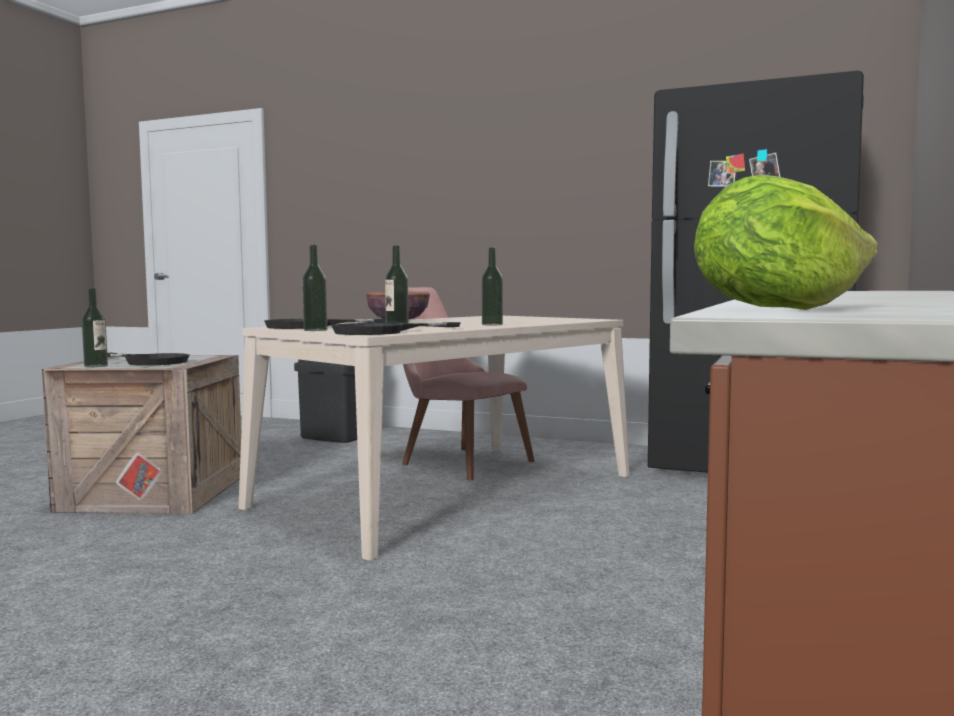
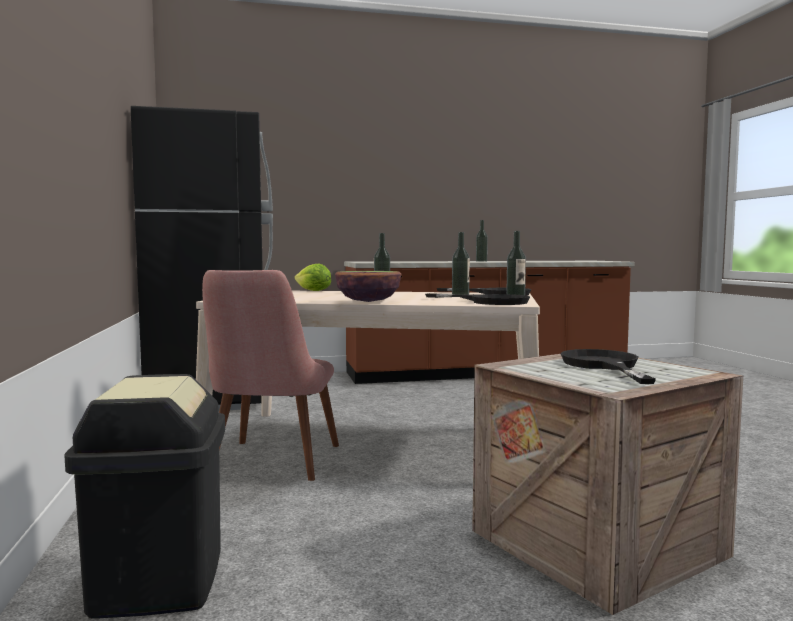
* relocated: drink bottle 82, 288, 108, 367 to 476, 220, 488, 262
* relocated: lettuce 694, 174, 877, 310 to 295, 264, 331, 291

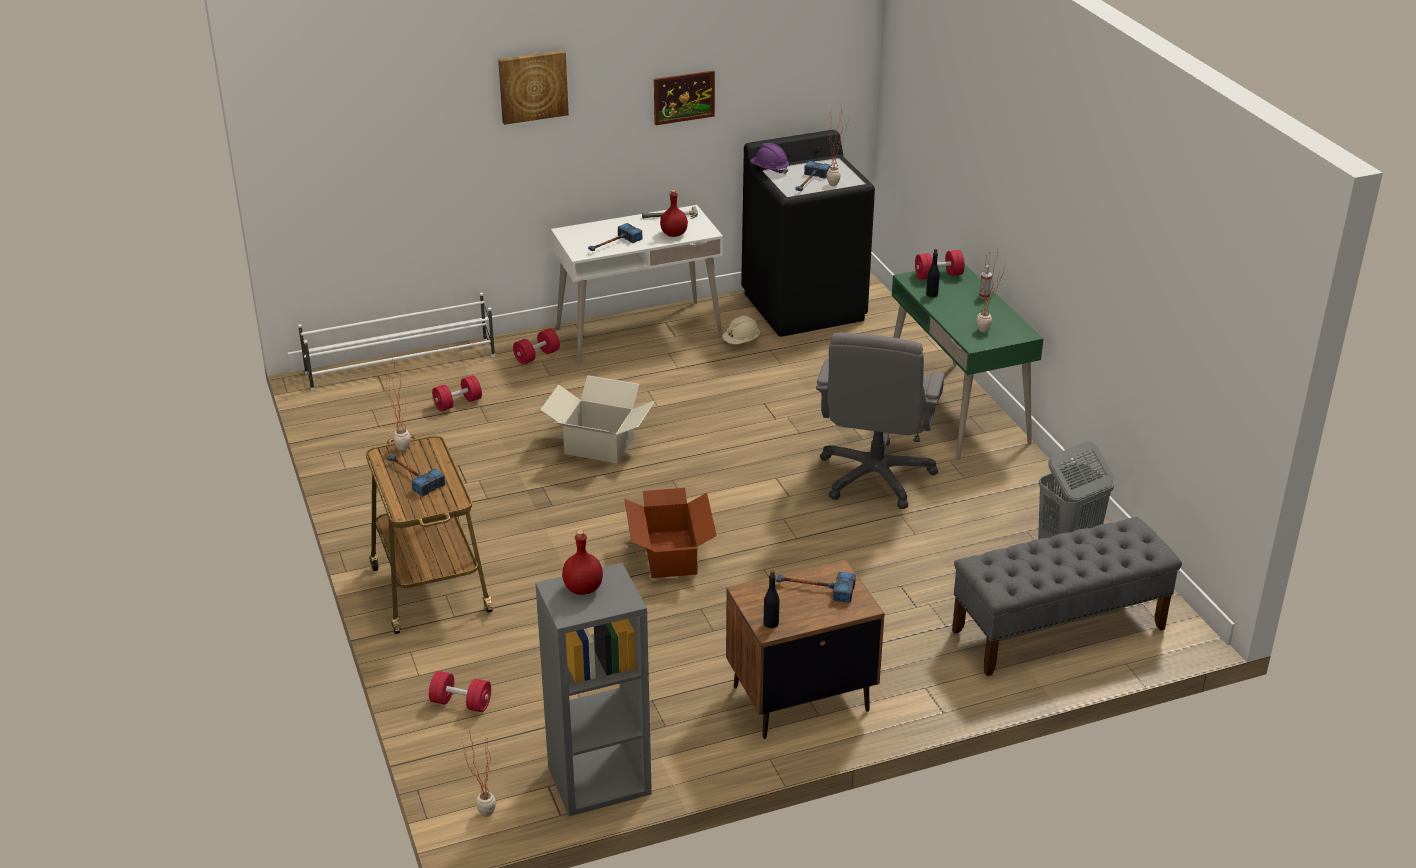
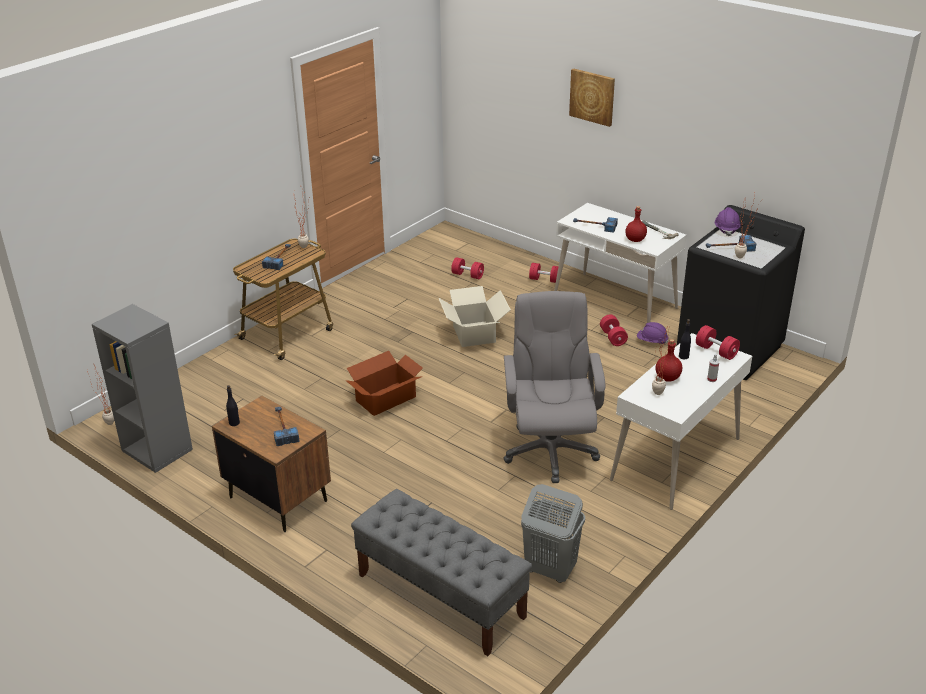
* missing: shoe stand (white-coloured) 298, 293, 495, 391
* missing: wall picture 654, 70, 715, 125
* relocated: hand weight (red-coloured) 429, 671, 491, 712 to 600, 315, 628, 346
* relocated: drink bottle (red-coloured) 562, 530, 603, 595 to 656, 339, 682, 382
* colour: safety helmet (beige) 722, 315, 760, 344 to safety helmet (purplish) 637, 322, 668, 344
* colour: desk table (greenish) 892, 265, 1044, 460 to desk table (white-coloured) 610, 333, 752, 510
* spun: computer chair (gray) 816, 333, 945, 509 = 503, 291, 605, 483 105 degrees clockwise

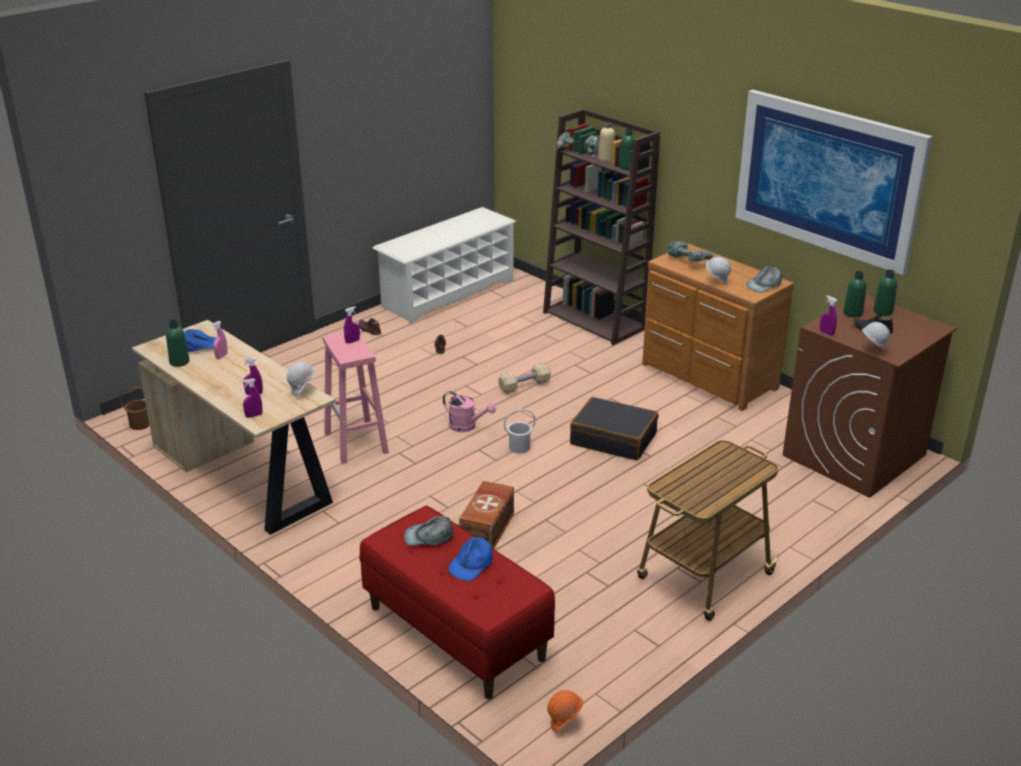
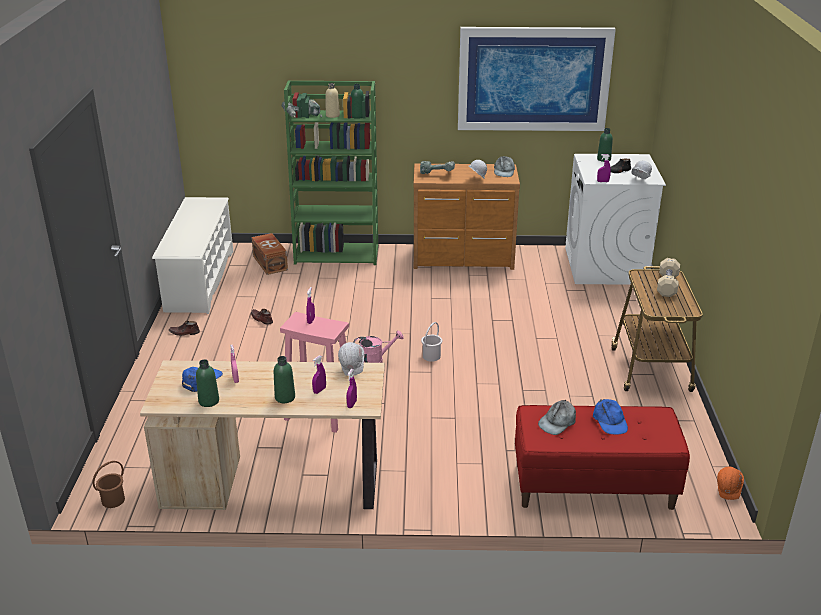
* missing: travel case (blackish) 570, 397, 658, 460
* relocated: storage container (brown) 459, 481, 514, 549 to 251, 233, 288, 275
* relocated: hand weight (beige) 498, 362, 551, 394 to 657, 258, 680, 297
* relocated: drink bottle (greenish) 843, 271, 867, 317 to 274, 356, 295, 403
* colour: bookcase (brown) 543, 109, 660, 345 to bookcase (greenish) 284, 80, 378, 265
* colour: laundry appliance (brown) 783, 295, 957, 498 to laundry appliance (white-coloured) 565, 154, 666, 285

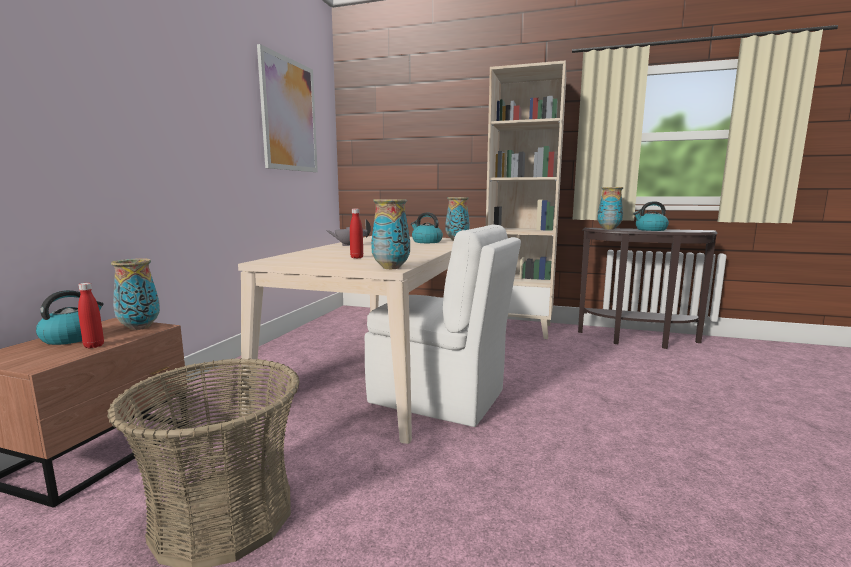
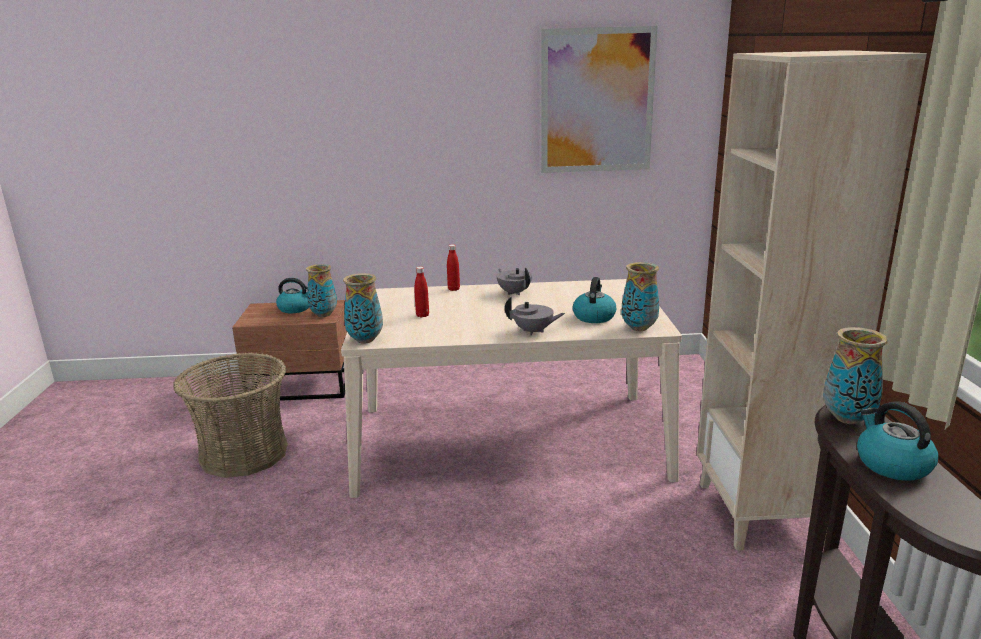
* missing: plain chair (white-coloured) 365, 224, 521, 427
* appeared: teapot (gray) 505, 296, 565, 336
* relocated: drink bottle (red-coloured) 78, 283, 104, 348 to 447, 244, 460, 291

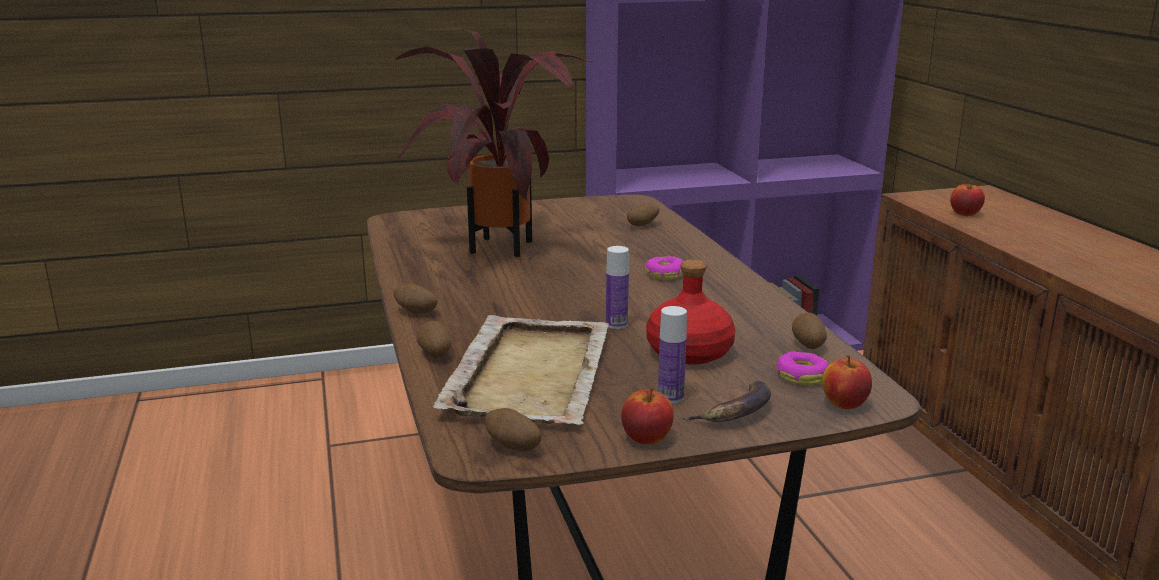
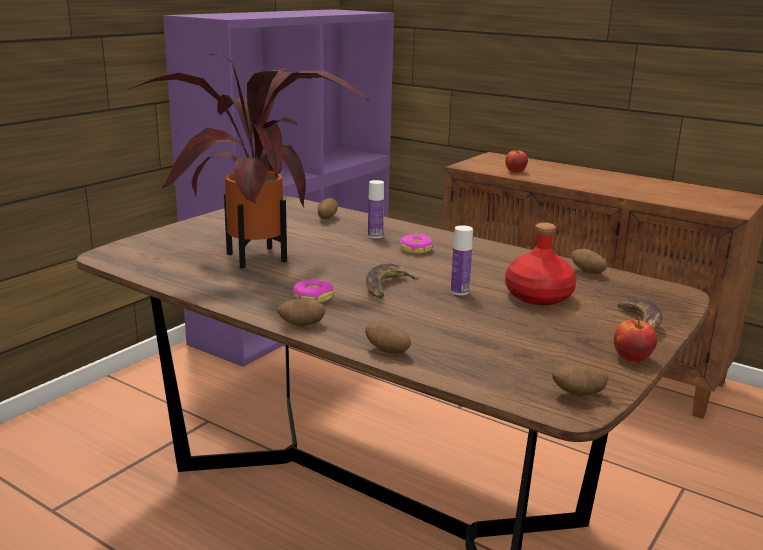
* missing: carrying tray (beige) 433, 315, 609, 425
* missing: apple 822, 355, 872, 409
* appeared: whole banana 366, 263, 419, 298
* relocated: drink bottle 658, 306, 687, 404 to 368, 180, 384, 238
* relocated: ring doughnut 776, 352, 829, 385 to 293, 279, 333, 303

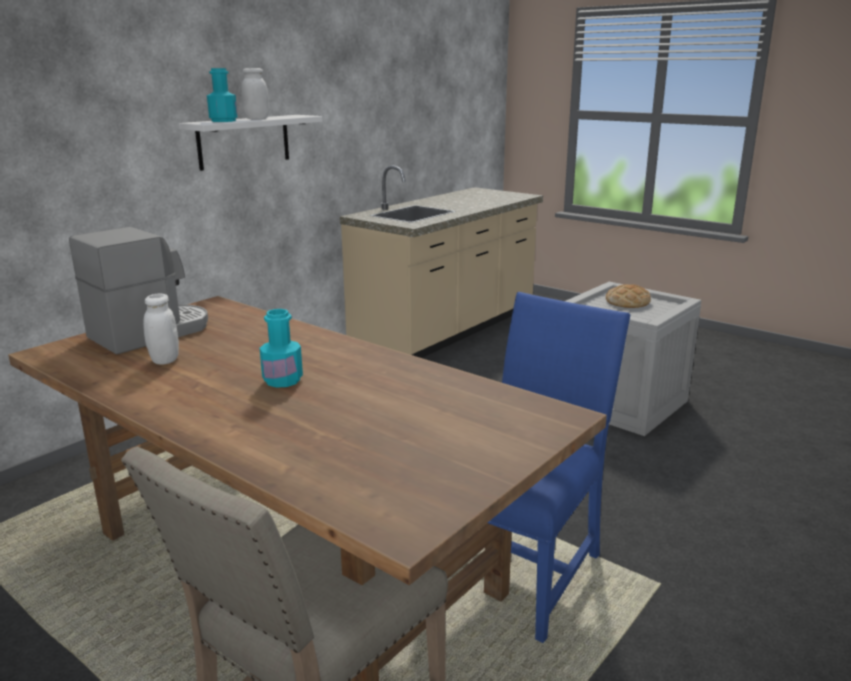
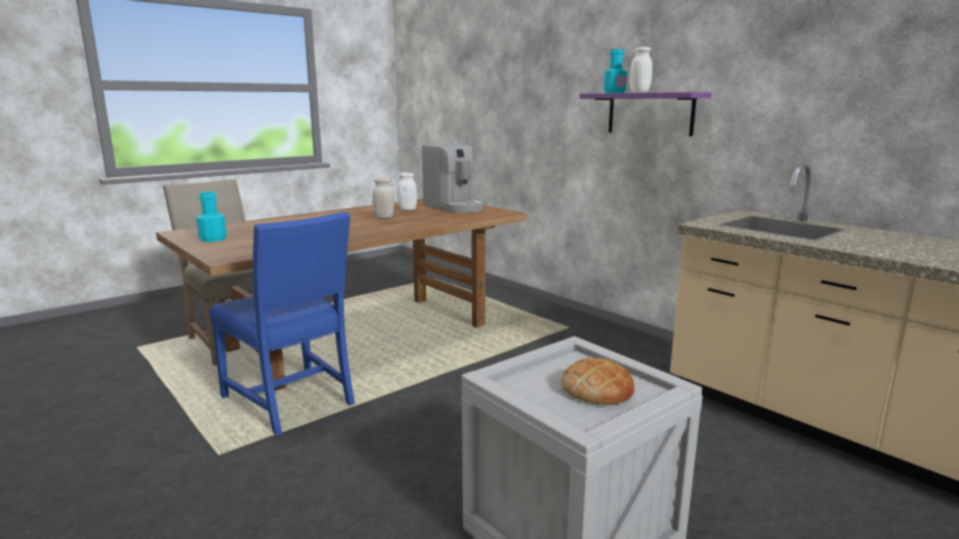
* appeared: preserve jar (white-coloured) 373, 178, 394, 218
* relocated: drink bottle (blue-green) 260, 309, 303, 388 to 196, 192, 227, 242
* colour: wall shelf (white-coloured) 179, 115, 322, 171 to wall shelf (purplish) 579, 92, 712, 136

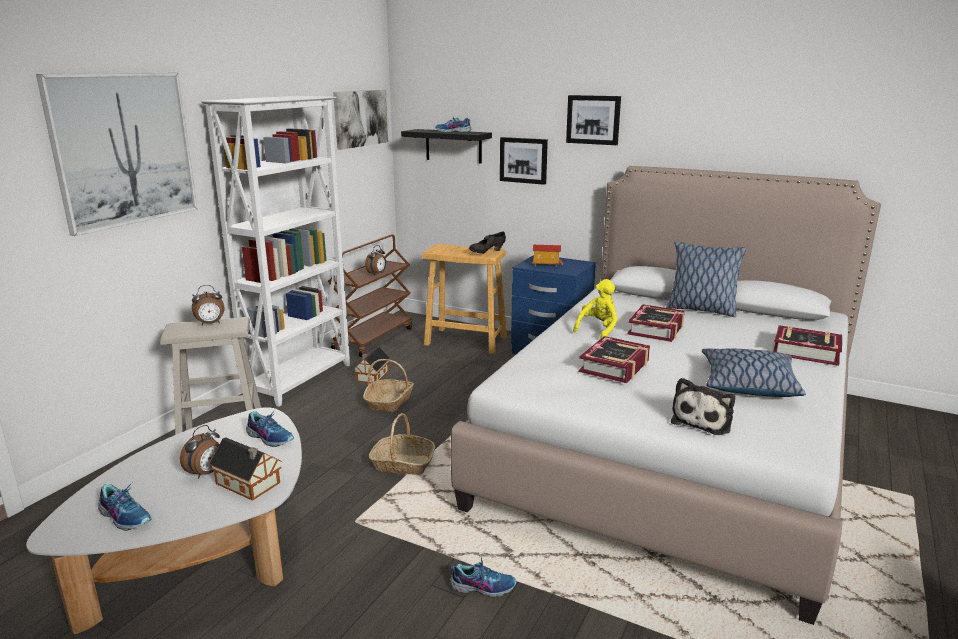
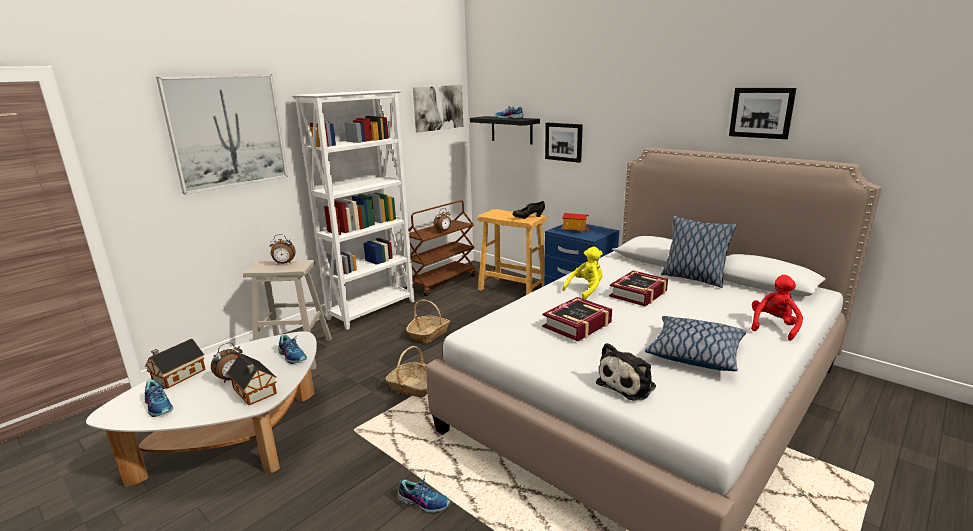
* relocated: toy house 355, 347, 390, 383 to 145, 339, 206, 389
* relocated: wall picture 566, 95, 621, 145 to 729, 88, 796, 139
* exchanged: volume 773, 325, 842, 366 to plush toy (red-coloured) 751, 275, 803, 341

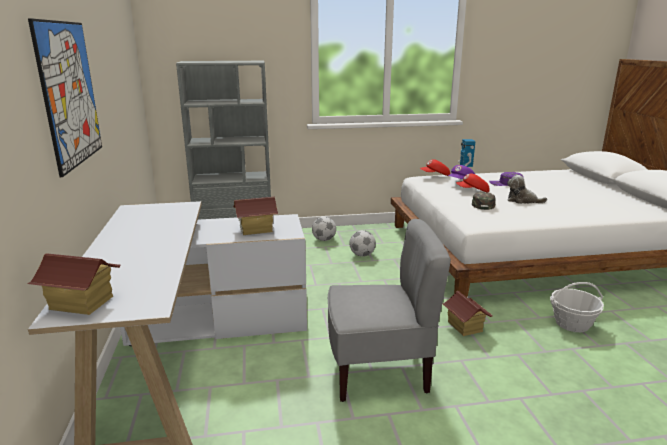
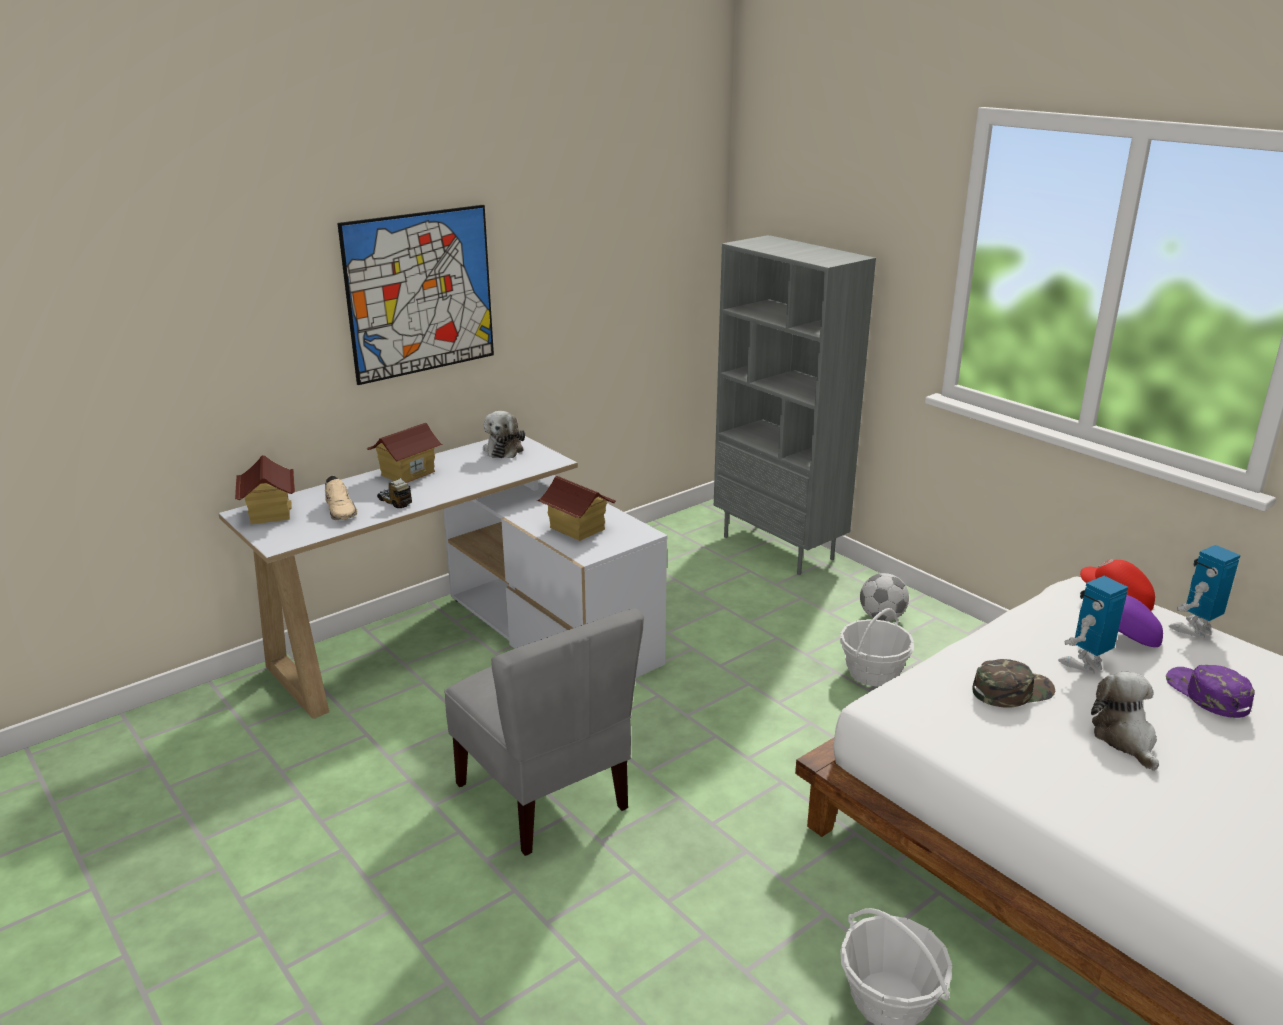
* appeared: item of footwear (beige) 324, 476, 358, 520
* appeared: toy lorry 377, 478, 412, 508
* appeared: plush toy 483, 411, 525, 458
* relocated: toy house 442, 291, 493, 336 to 367, 423, 443, 483
* exchanged: football ball 349, 230, 376, 257 to storage basket 840, 608, 914, 687
* exchanged: cap (red-coloured) 456, 174, 490, 192 to robot figure 1058, 576, 1128, 674

